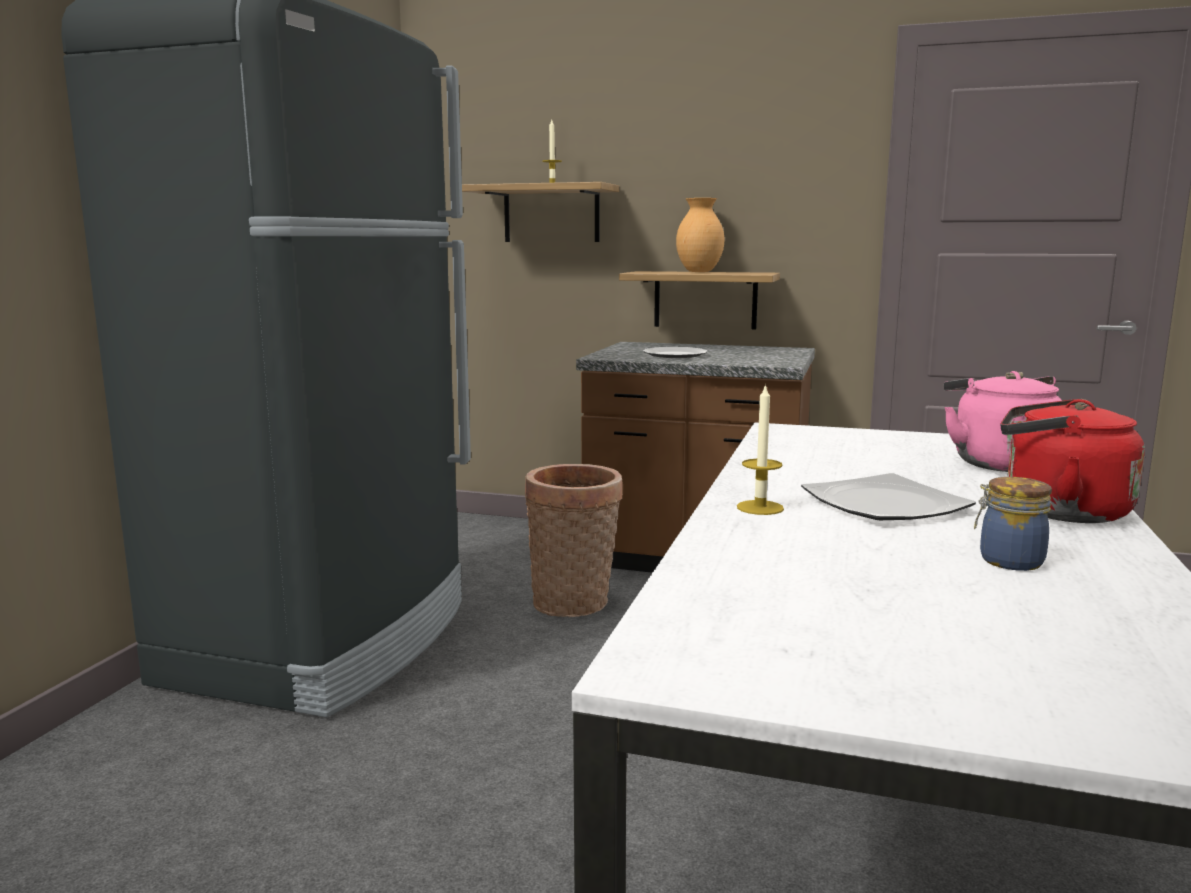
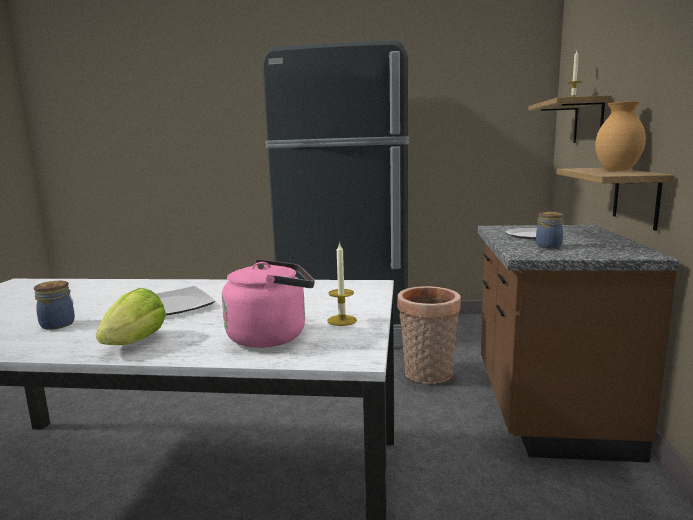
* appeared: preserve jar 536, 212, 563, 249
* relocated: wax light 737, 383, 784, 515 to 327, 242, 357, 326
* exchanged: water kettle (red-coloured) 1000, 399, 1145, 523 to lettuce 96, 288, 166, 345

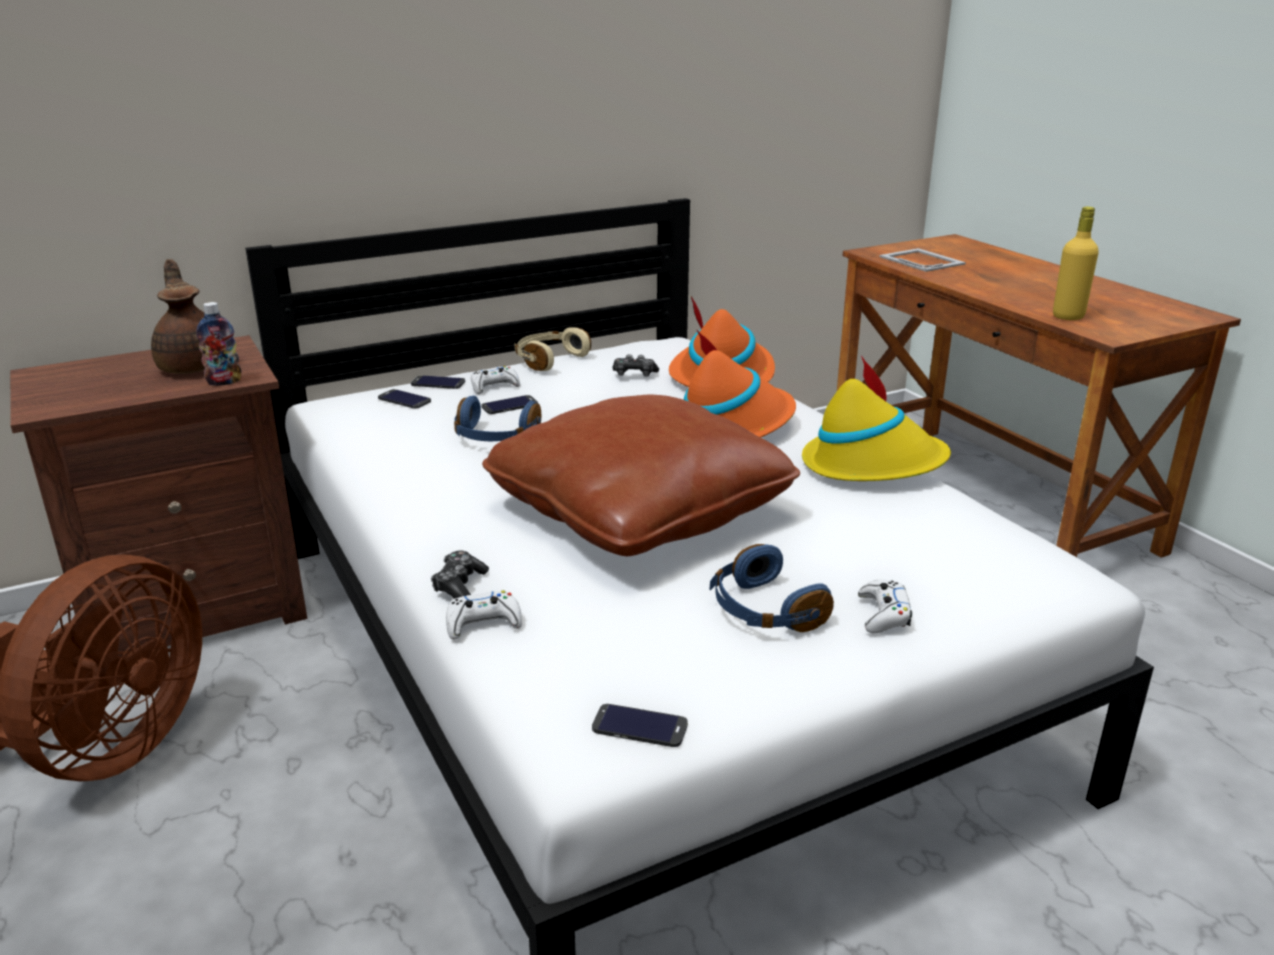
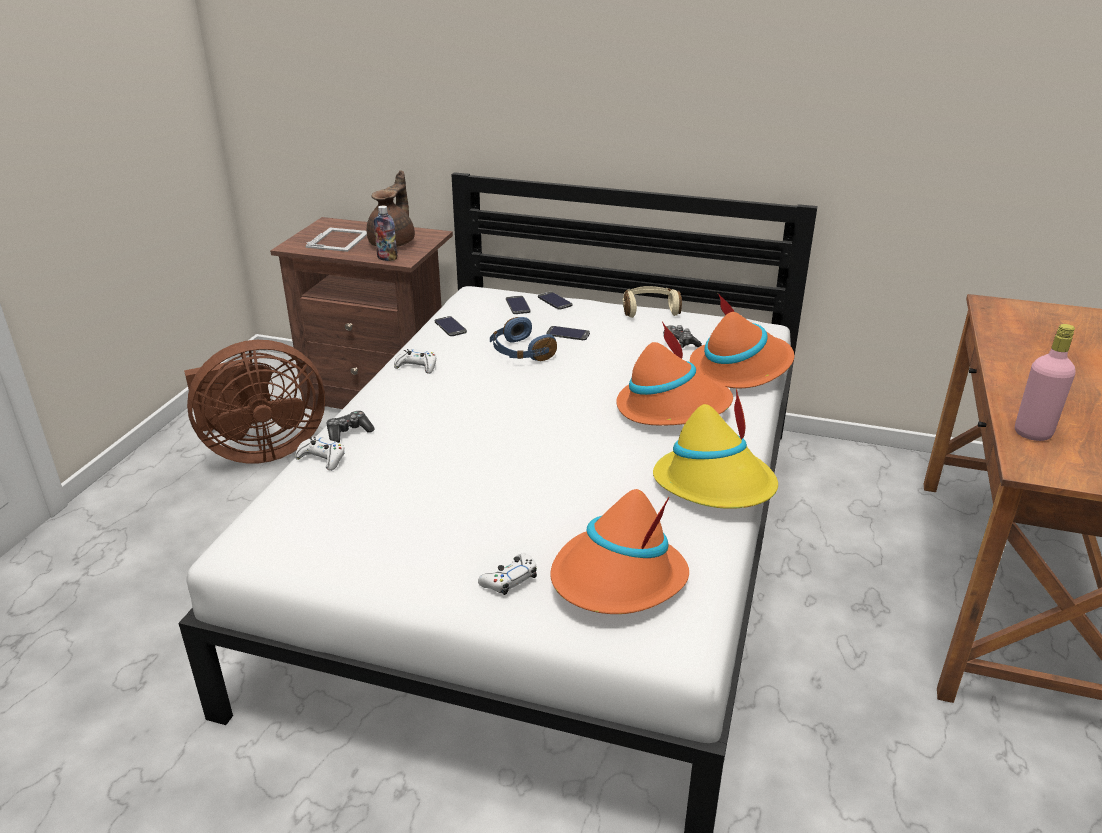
* missing: cushion (brown) 482, 395, 800, 556
* missing: headset (blue-coloured) 709, 544, 834, 632
* appeared: clothing hat (orange) 551, 489, 689, 614
* relocated: game controller (white-coloured) 471, 366, 520, 394 to 394, 349, 436, 374
* relocated: telephone 592, 704, 688, 747 to 435, 316, 467, 336
* relocated: picture frame 879, 248, 966, 272 to 305, 228, 367, 252
* colour: drink bottle (yellow) 1053, 207, 1099, 320 to drink bottle (pink) 1015, 324, 1076, 441

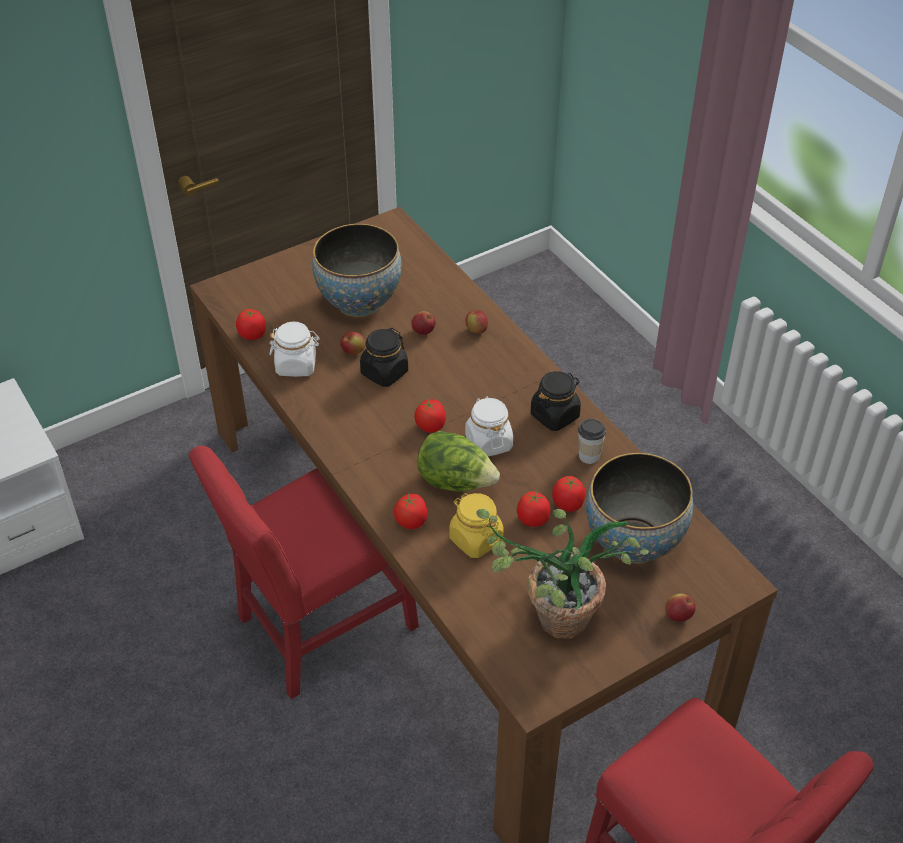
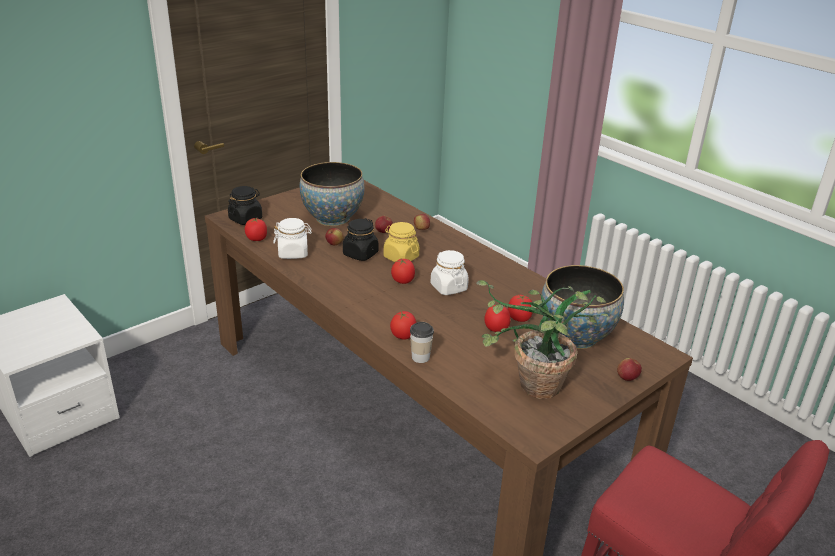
* missing: plain chair (red-coloured) 189, 446, 419, 699
* missing: lettuce 417, 431, 500, 492
* relocated: preserve jar (yellow) 449, 493, 503, 558 to 383, 222, 419, 262
* relocated: preserve jar (blackish) 531, 371, 581, 431 to 228, 186, 262, 225
* relocated: small cup 578, 419, 606, 464 to 410, 322, 434, 363

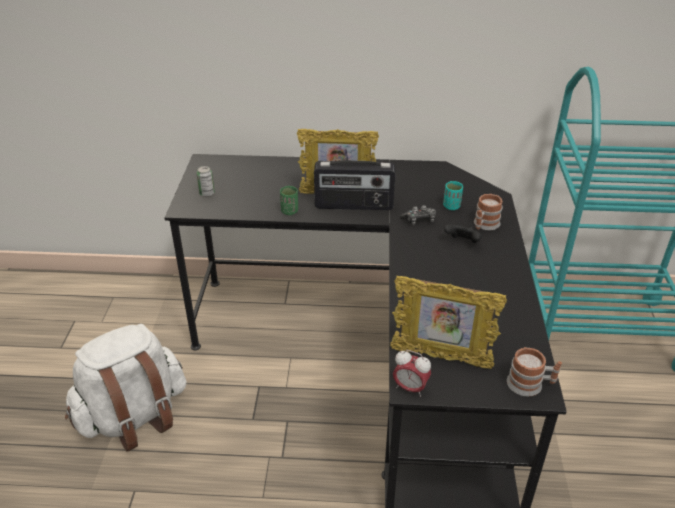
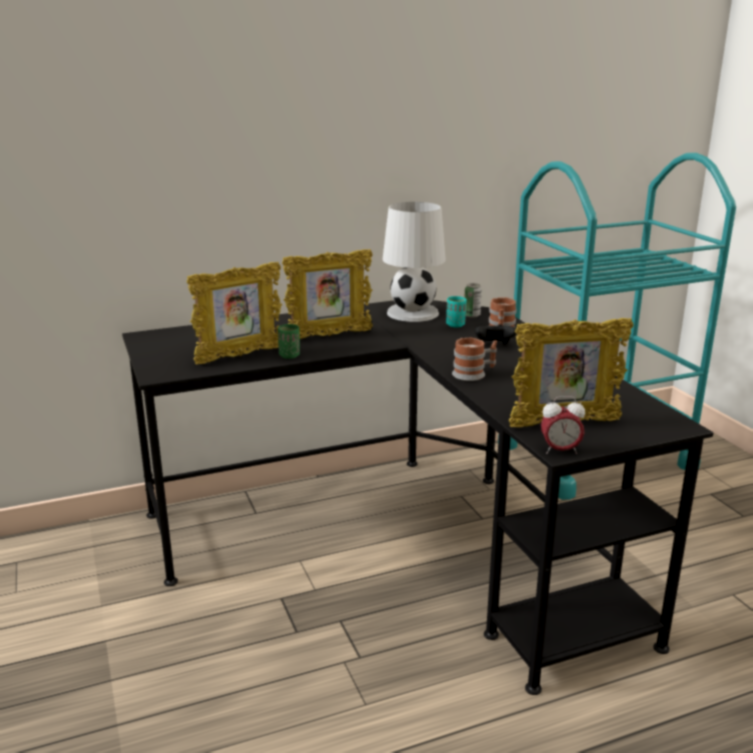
* missing: rucksack (white-coloured) 65, 324, 186, 452
* missing: radio receiver 314, 160, 396, 210
* missing: game controller 400, 205, 436, 225
* appeared: picture frame 187, 262, 283, 364
* appeared: lamp for a table (white-coloured) 383, 202, 446, 322
* relocated: sealed can 196, 166, 215, 197 to 464, 283, 482, 318
* relocated: coffee mug 507, 347, 562, 396 to 452, 338, 497, 381

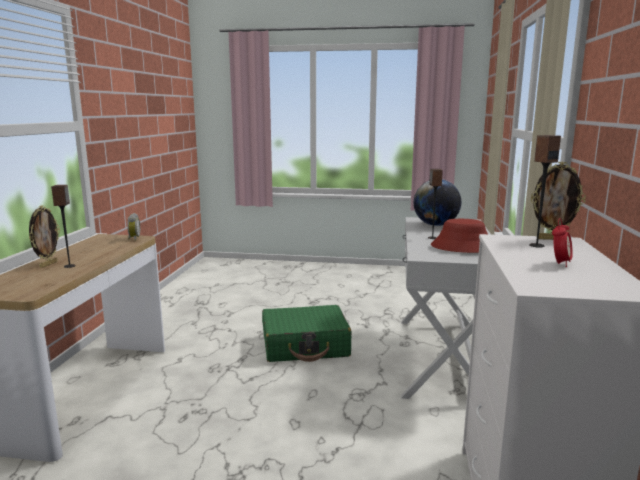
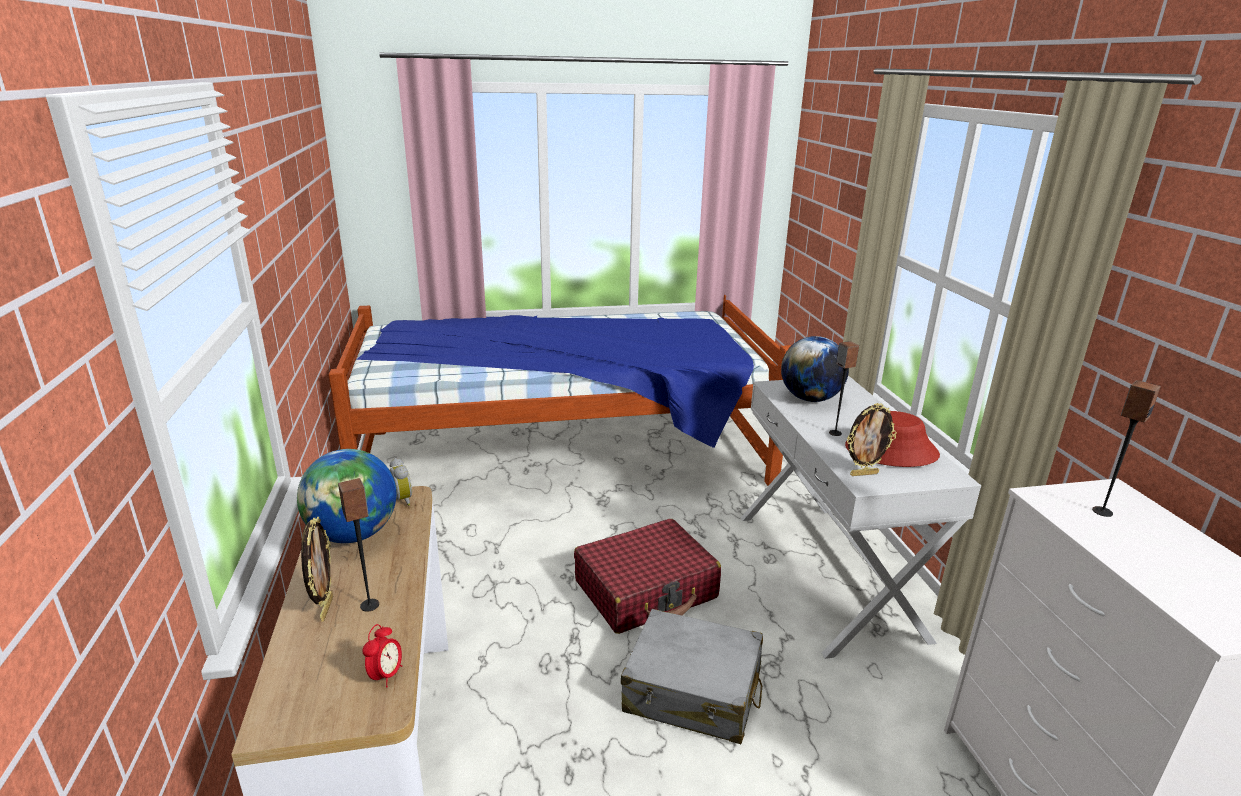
* appeared: desk globe 297, 449, 396, 543
* appeared: sleeping bed 329, 295, 792, 486
* appeared: travel case (gray) 621, 609, 763, 744
* relocated: picture frame 531, 162, 586, 240 to 847, 403, 897, 476
* relocated: bedside clock 552, 218, 573, 267 to 362, 624, 402, 687
* colour: travel case (greenish) 262, 305, 351, 362 to travel case (red-coloured) 574, 519, 721, 634

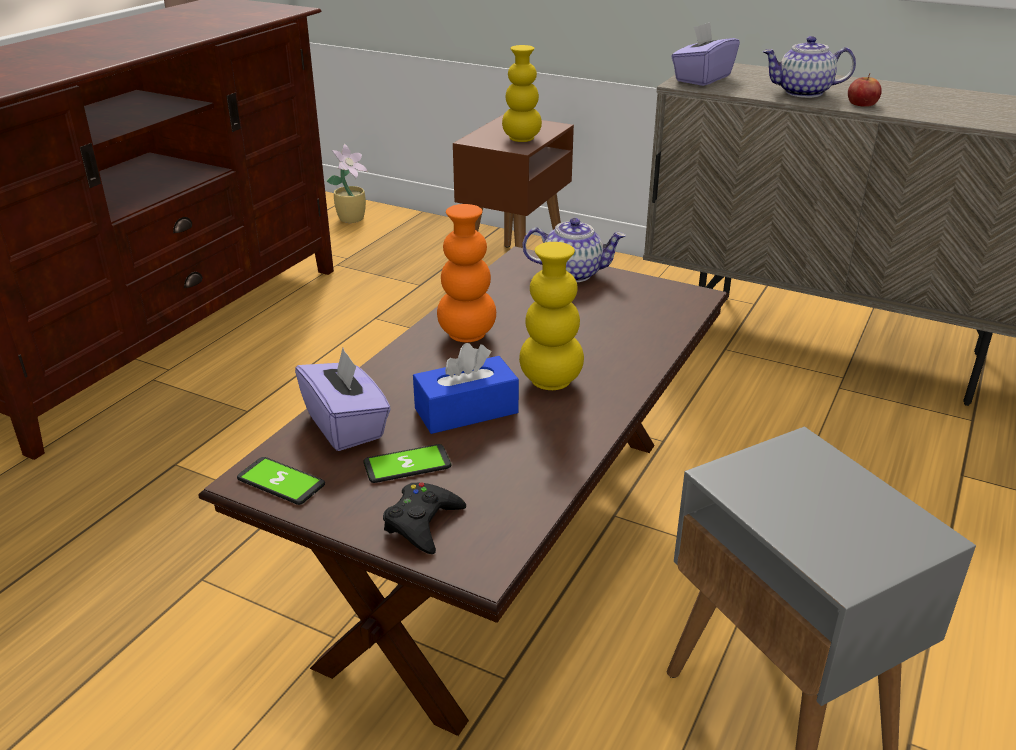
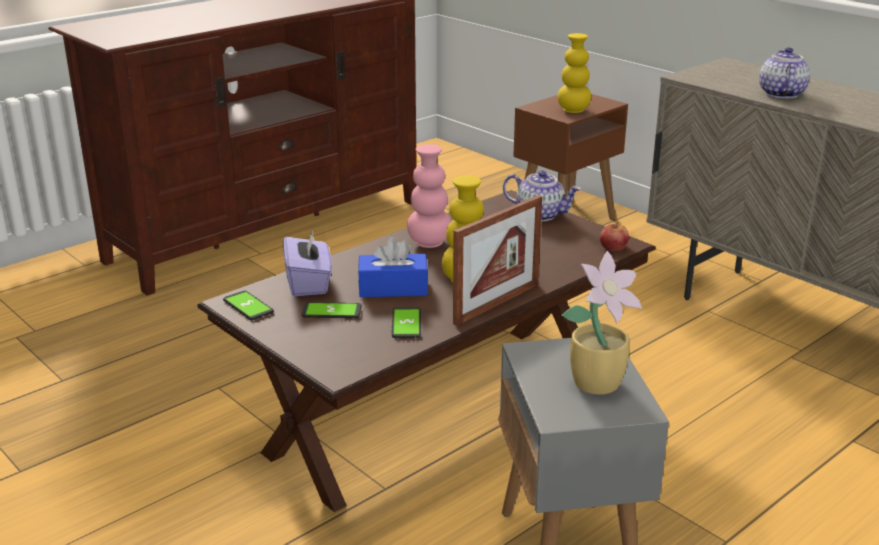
* missing: game controller (blackish) 383, 482, 466, 554
* missing: tissue holder (purplish) 671, 22, 740, 86
* appeared: telephone 392, 307, 421, 338
* appeared: picture frame 453, 195, 542, 326
* relocated: plant in a pot 327, 144, 368, 223 to 562, 251, 642, 395
* relocated: apple 848, 73, 882, 107 to 600, 222, 629, 251
* colour: vase (orange) 437, 204, 496, 342 to vase (pink) 407, 144, 451, 248
* spun: teapot 763, 36, 856, 98 = 759, 47, 810, 99 75 degrees clockwise

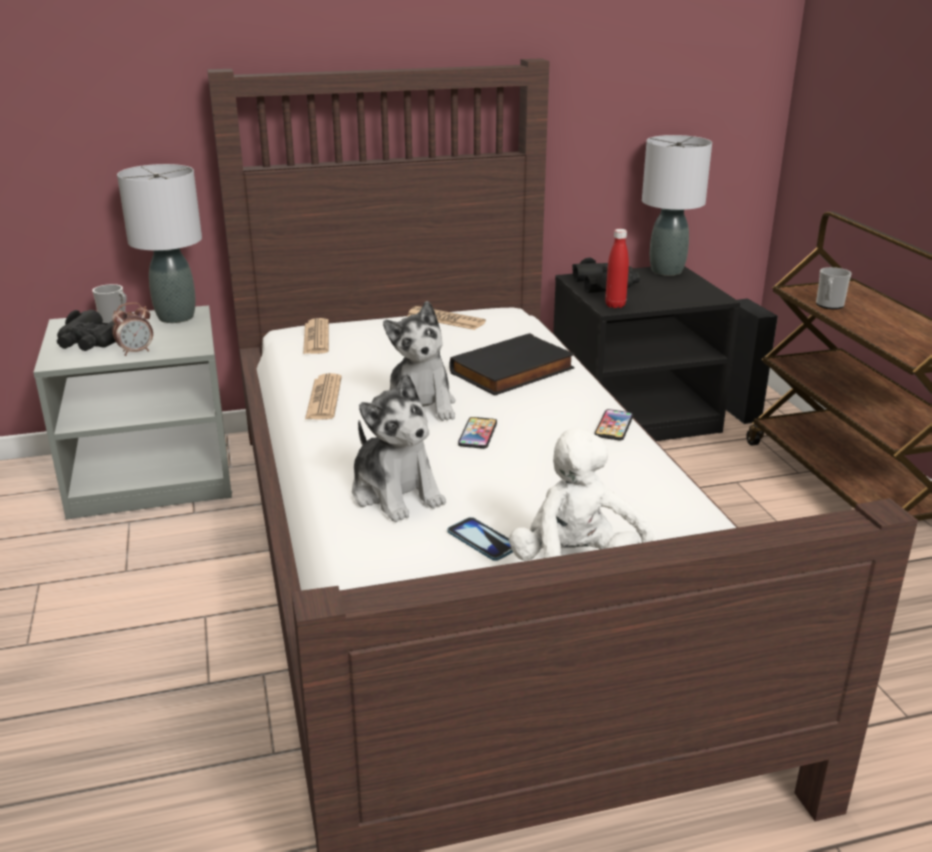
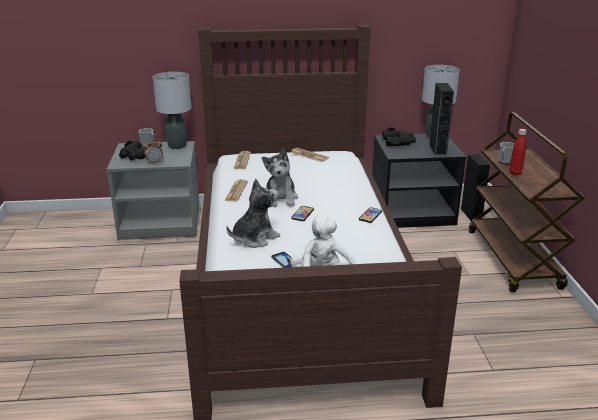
* missing: volume (blackish) 450, 333, 575, 396
* appeared: speaker (blackish) 429, 83, 454, 155
* relocated: drink bottle (red-coloured) 605, 229, 629, 308 to 510, 129, 527, 175
* spun: plush toy 352, 373, 446, 522 = 227, 179, 280, 248 105 degrees counterclockwise

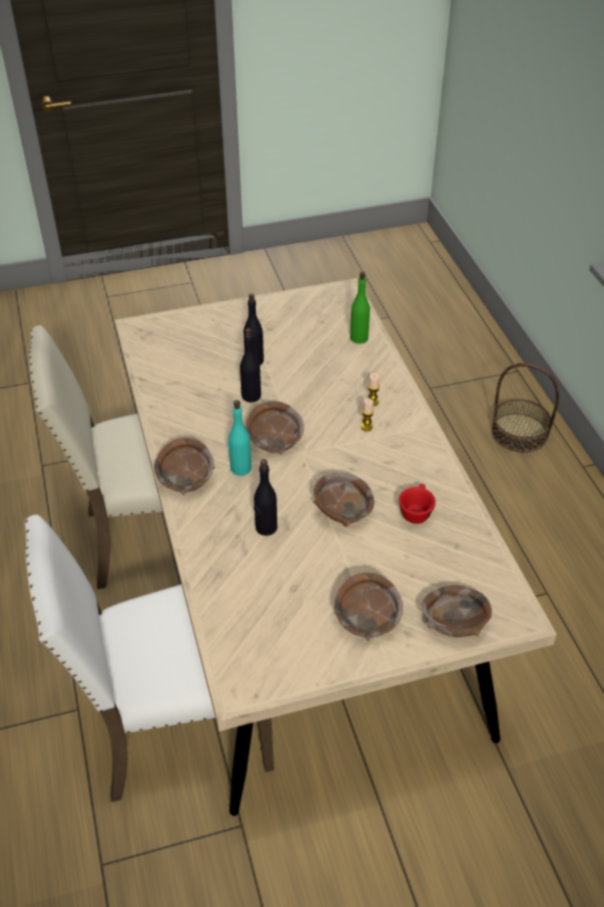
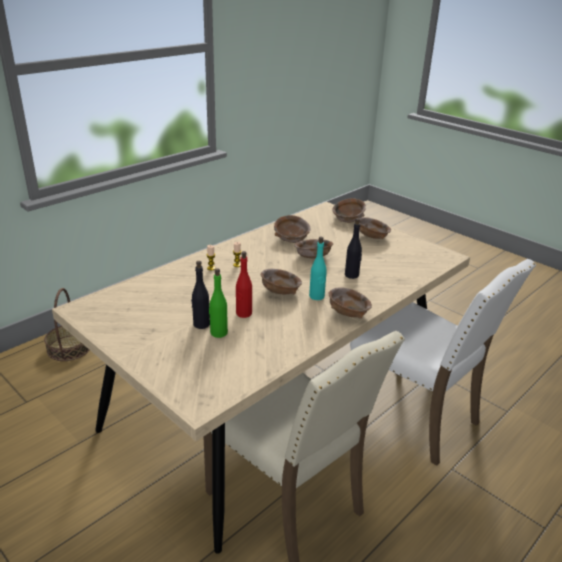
* relocated: drink bottle (greenish) 350, 271, 370, 344 to 209, 268, 228, 338
* exchanged: small cup (red-coloured) 399, 484, 436, 524 to serving bowl (brown) 274, 215, 311, 243
* colour: drink bottle (blackish) 240, 328, 261, 402 to drink bottle (red-coloured) 236, 251, 252, 318

